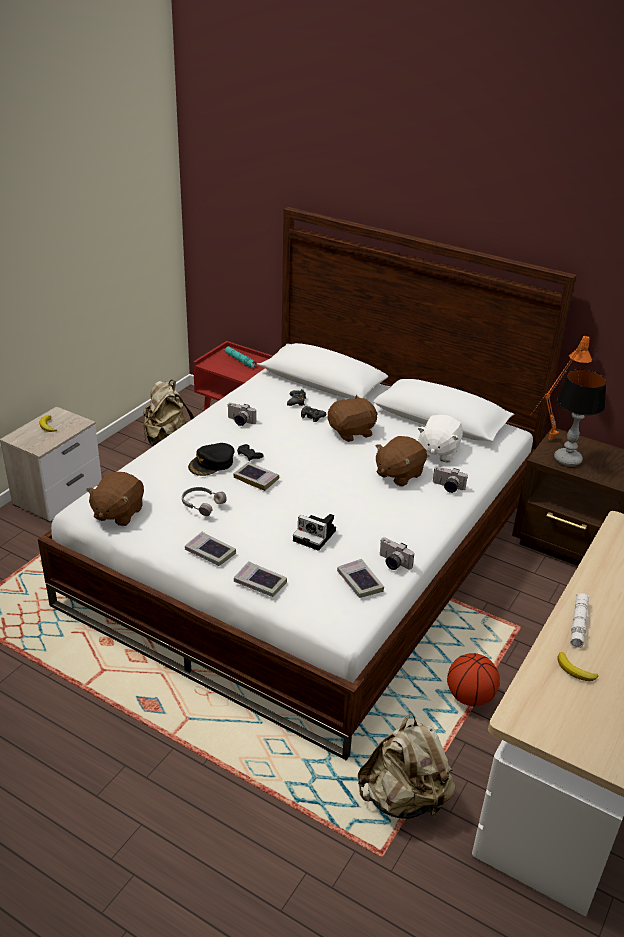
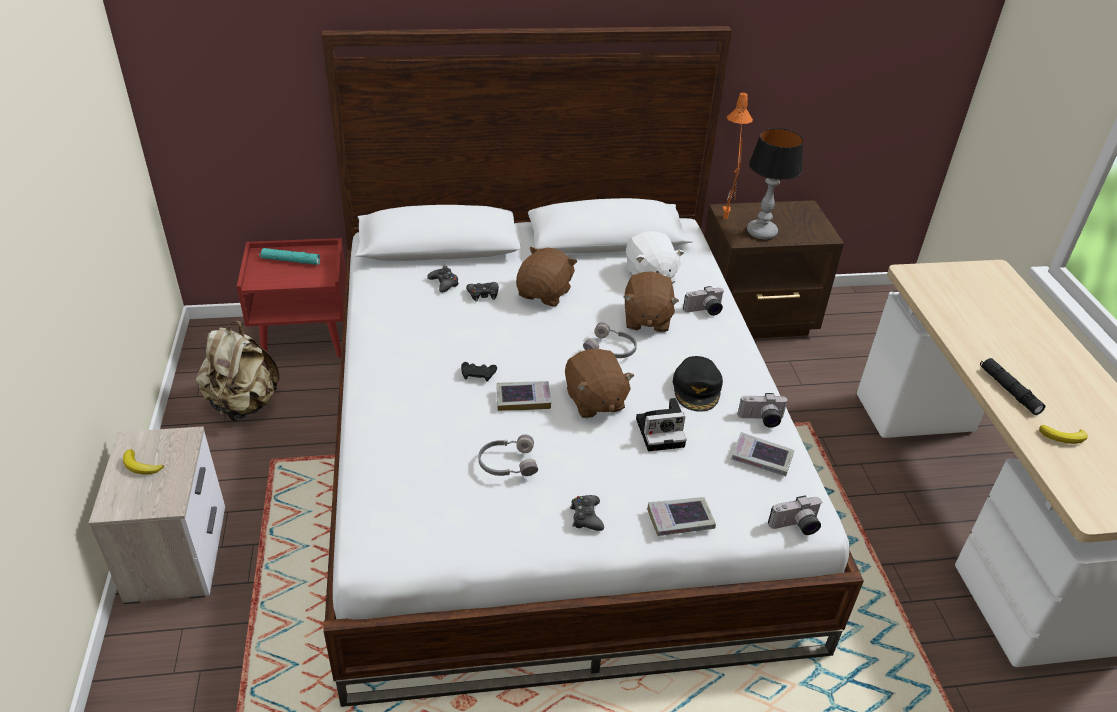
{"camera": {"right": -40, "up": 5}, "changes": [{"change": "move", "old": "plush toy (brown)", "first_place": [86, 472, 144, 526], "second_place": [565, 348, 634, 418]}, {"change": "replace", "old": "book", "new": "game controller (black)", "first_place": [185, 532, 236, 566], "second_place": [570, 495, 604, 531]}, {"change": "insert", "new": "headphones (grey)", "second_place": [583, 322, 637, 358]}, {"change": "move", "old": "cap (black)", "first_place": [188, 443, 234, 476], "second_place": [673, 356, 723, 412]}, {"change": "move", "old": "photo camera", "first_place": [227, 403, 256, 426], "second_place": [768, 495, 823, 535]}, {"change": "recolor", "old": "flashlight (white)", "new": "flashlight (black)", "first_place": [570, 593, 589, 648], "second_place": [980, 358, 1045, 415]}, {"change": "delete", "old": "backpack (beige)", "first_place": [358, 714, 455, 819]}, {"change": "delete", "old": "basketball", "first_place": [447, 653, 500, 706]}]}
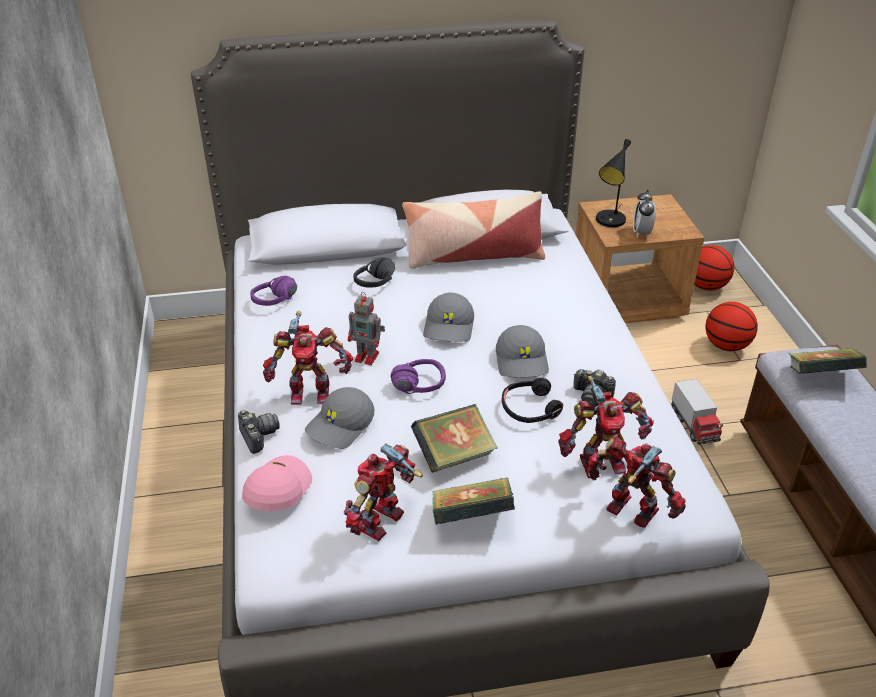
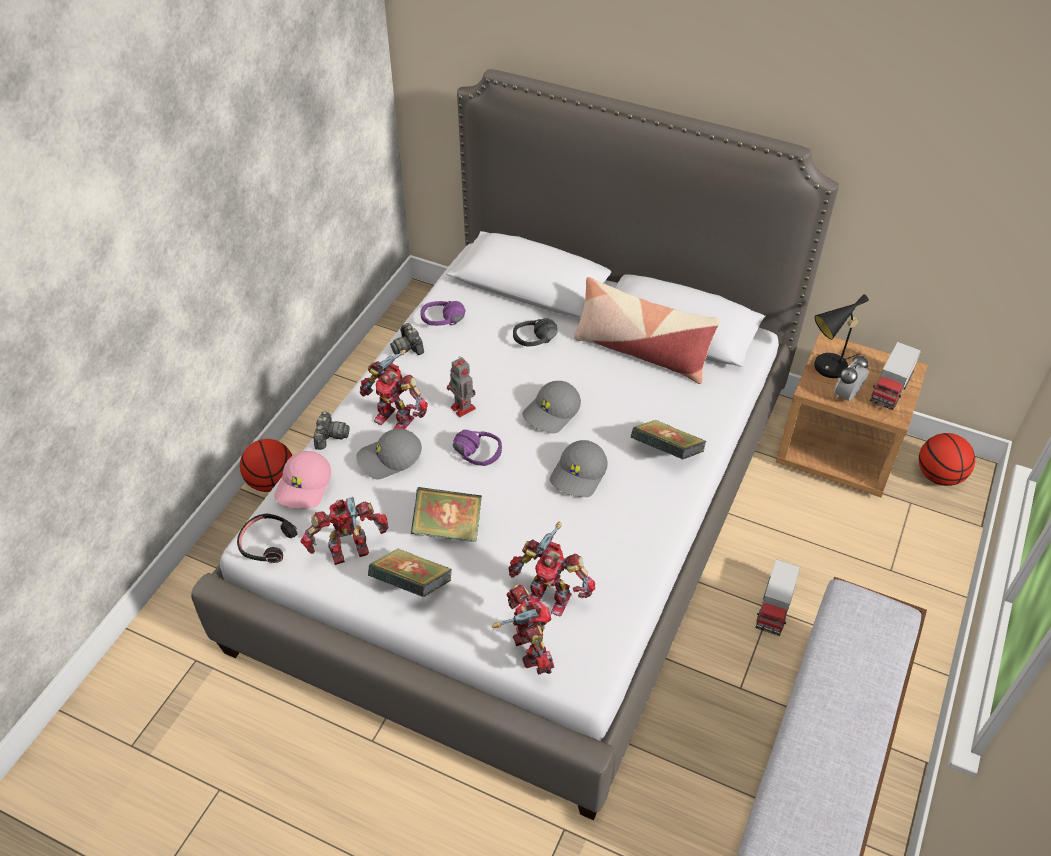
{"camera": {"right": 35, "up": 10}, "changes": [{"change": "move", "old": "headphones (black)", "first_place": [502, 378, 563, 423], "second_place": [237, 514, 297, 563]}, {"change": "move", "old": "basketball", "first_place": [705, 302, 758, 351], "second_place": [240, 439, 292, 492]}, {"change": "rotate", "old": "cap (pink)", "first_place": [242, 455, 312, 511], "second_place": [274, 451, 331, 509], "degrees": 150}, {"change": "move", "old": "photo camera", "first_place": [573, 369, 616, 407], "second_place": [390, 323, 424, 355]}, {"change": "move", "old": "book", "first_place": [789, 348, 867, 374], "second_place": [631, 420, 706, 460]}, {"change": "insert", "new": "toy truck", "second_place": [870, 342, 921, 410]}]}
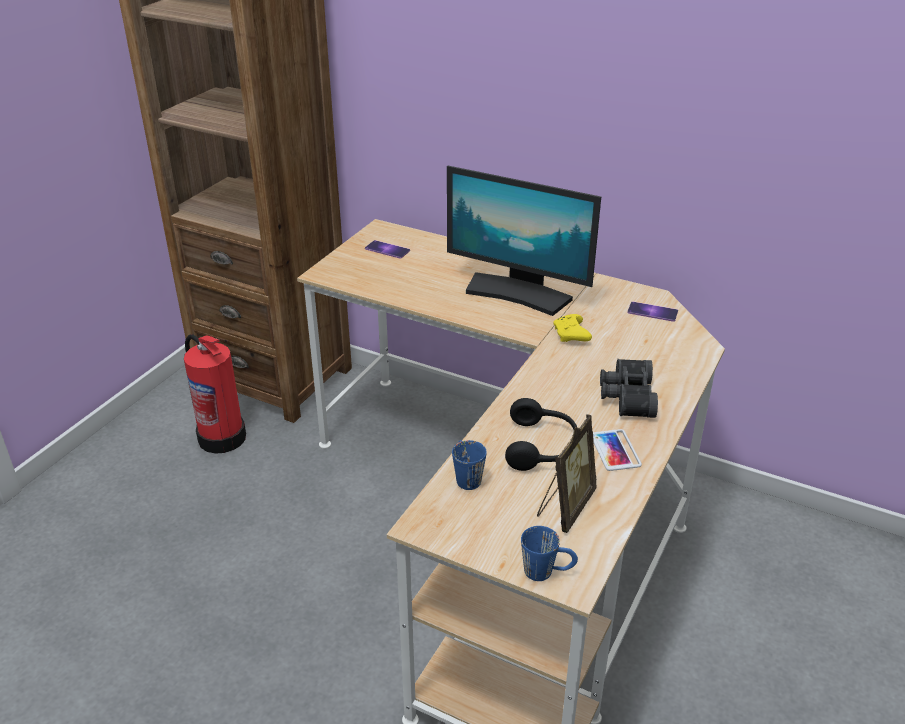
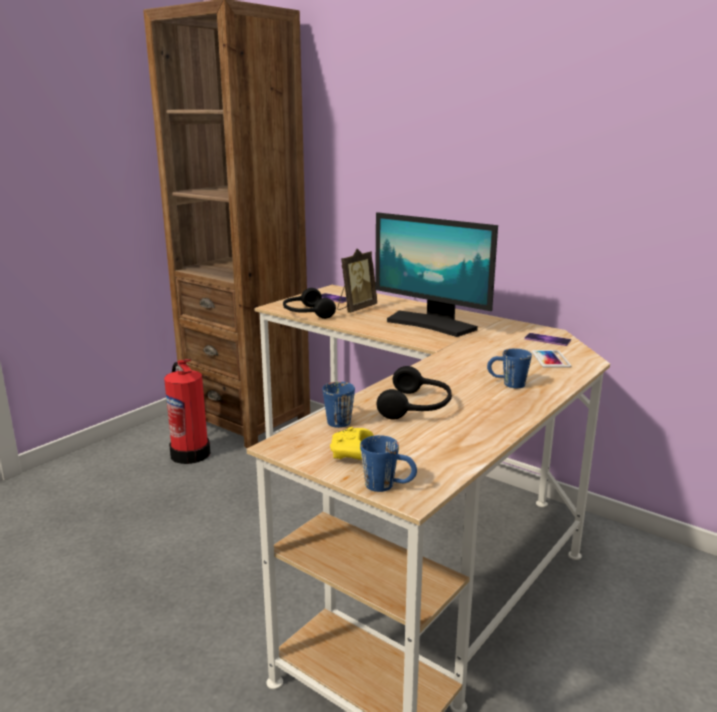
{"camera": {"right": 10, "up": -15}, "changes": [{"change": "insert", "new": "headphones (black)", "second_place": [283, 288, 336, 319]}, {"change": "move", "old": "game controller (yellow)", "first_place": [553, 314, 592, 342], "second_place": [330, 427, 374, 460]}, {"change": "move", "old": "picture frame", "first_place": [537, 414, 597, 533], "second_place": [337, 249, 377, 313]}, {"change": "replace", "old": "binoculars (black)", "new": "mug (blue)", "first_place": [600, 359, 658, 418], "second_place": [487, 349, 532, 388]}, {"change": "move", "old": "phone", "first_place": [593, 429, 642, 471], "second_place": [532, 350, 571, 368]}]}
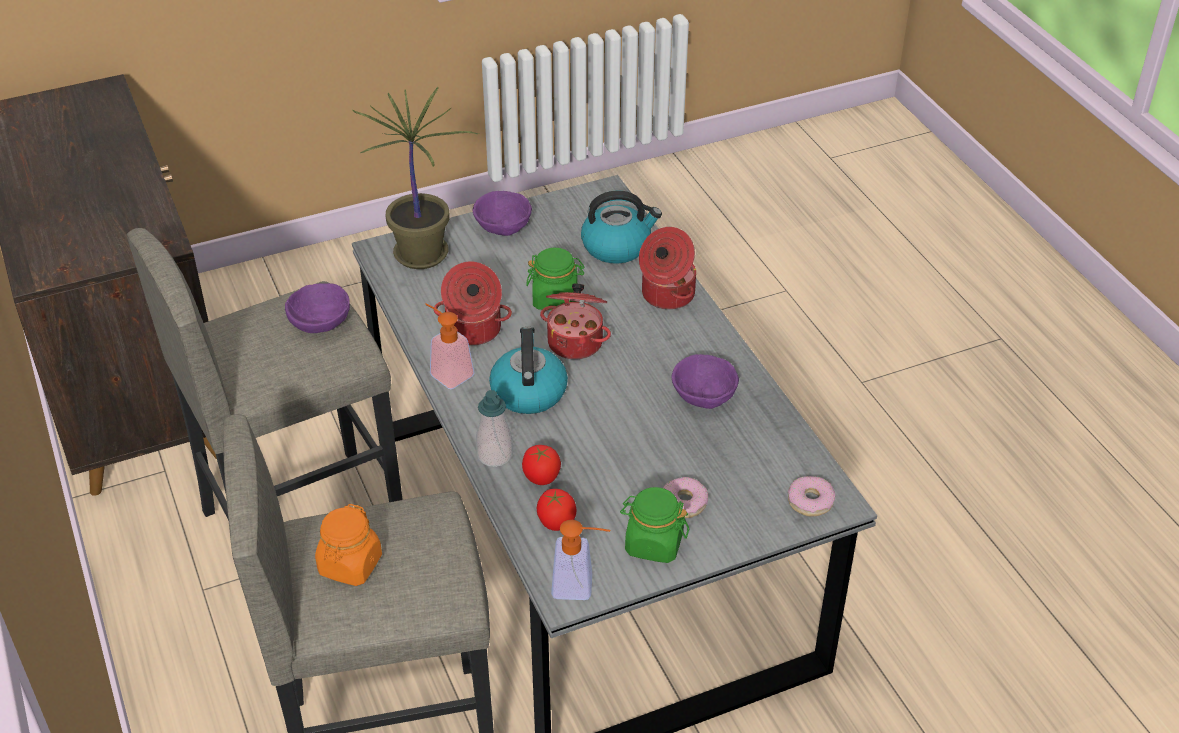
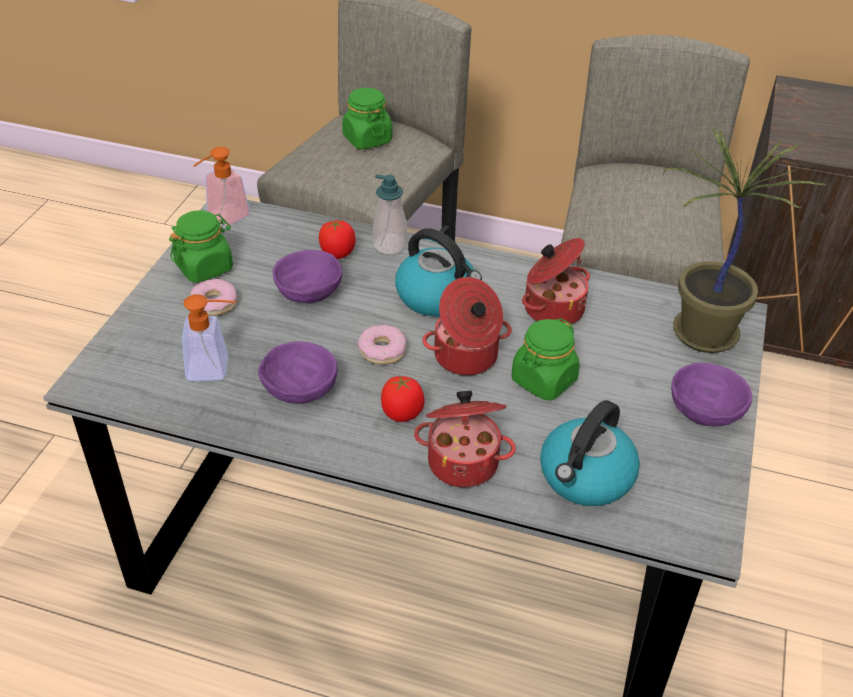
{"camera": {"right": 130, "up": 0}, "changes": [{"change": "move", "old": "soap dispenser", "first_place": [426, 303, 474, 389], "second_place": [182, 294, 236, 381]}, {"change": "move", "old": "bowl (purple)", "first_place": [285, 283, 350, 333], "second_place": [272, 250, 343, 304]}, {"change": "recolor", "old": "jar (orange)", "new": "jar (green)", "first_place": [315, 504, 382, 586], "second_place": [342, 88, 393, 149]}, {"change": "move", "old": "donut", "first_place": [788, 476, 835, 516], "second_place": [358, 325, 406, 365]}, {"change": "move", "old": "tomato", "first_place": [537, 489, 576, 531], "second_place": [381, 374, 424, 422]}]}
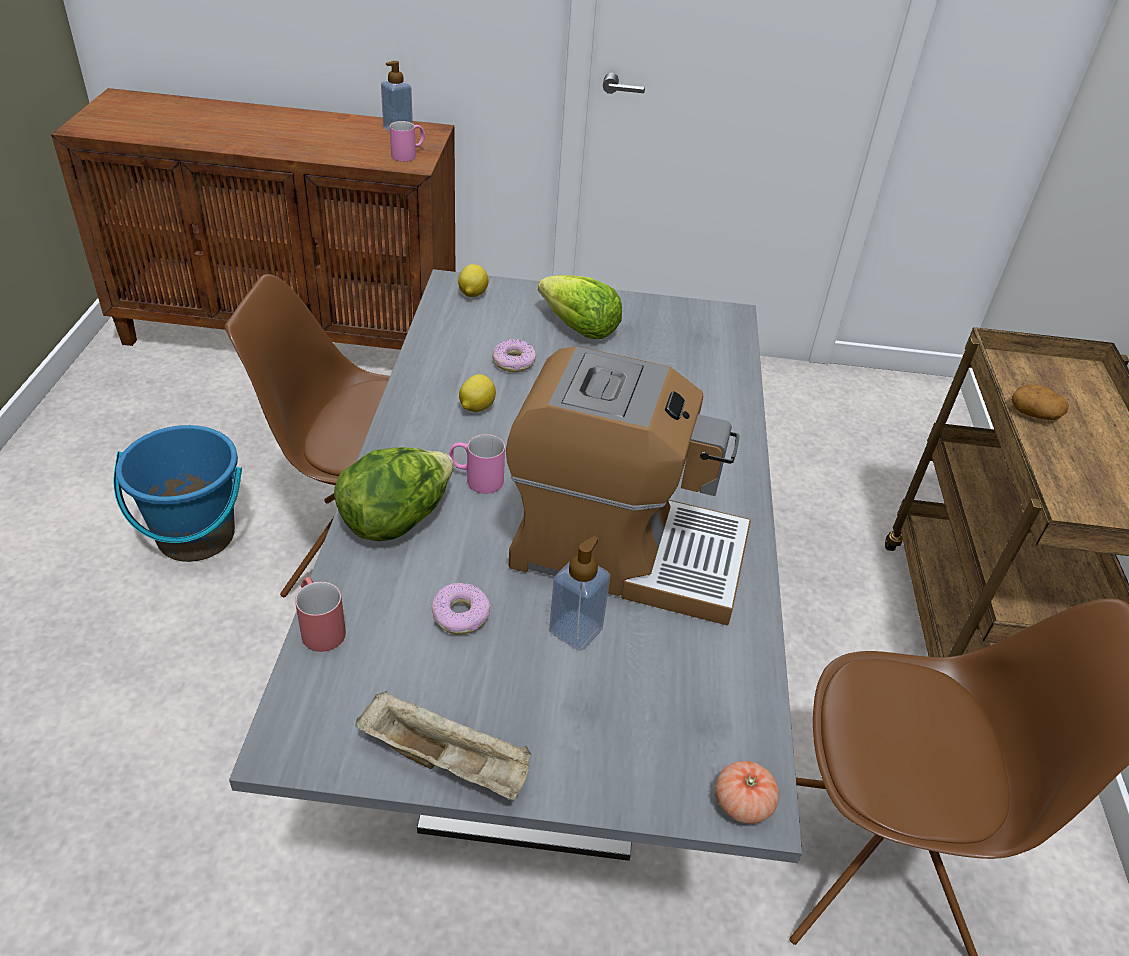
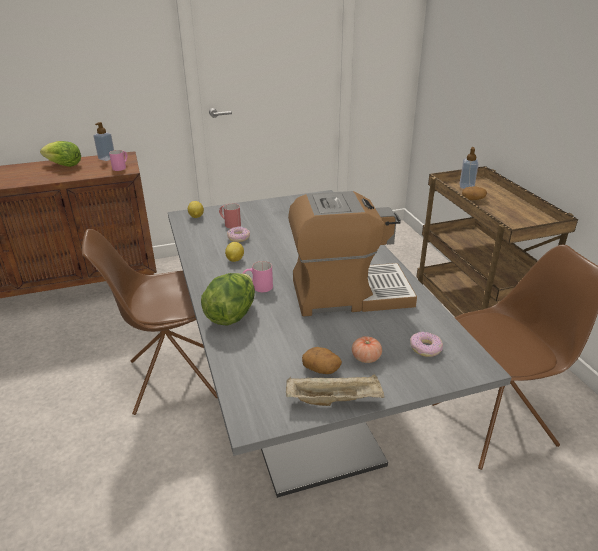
{"camera": {"right": -20, "up": -10}, "changes": [{"change": "move", "old": "lettuce", "first_place": [538, 275, 622, 339], "second_place": [40, 141, 81, 167]}, {"change": "move", "old": "mug (red)", "first_place": [295, 577, 346, 652], "second_place": [219, 203, 241, 229]}, {"change": "insert", "new": "potato", "second_place": [302, 347, 342, 374]}, {"change": "move", "old": "tomato", "first_place": [715, 761, 779, 824], "second_place": [352, 336, 382, 363]}, {"change": "move", "old": "donut", "first_place": [432, 583, 490, 635], "second_place": [410, 332, 443, 357]}, {"change": "move", "old": "soap dispenser", "first_place": [549, 536, 611, 651], "second_place": [460, 147, 479, 189]}, {"change": "delete", "old": "bucket (blue)", "first_place": [113, 425, 242, 562]}]}
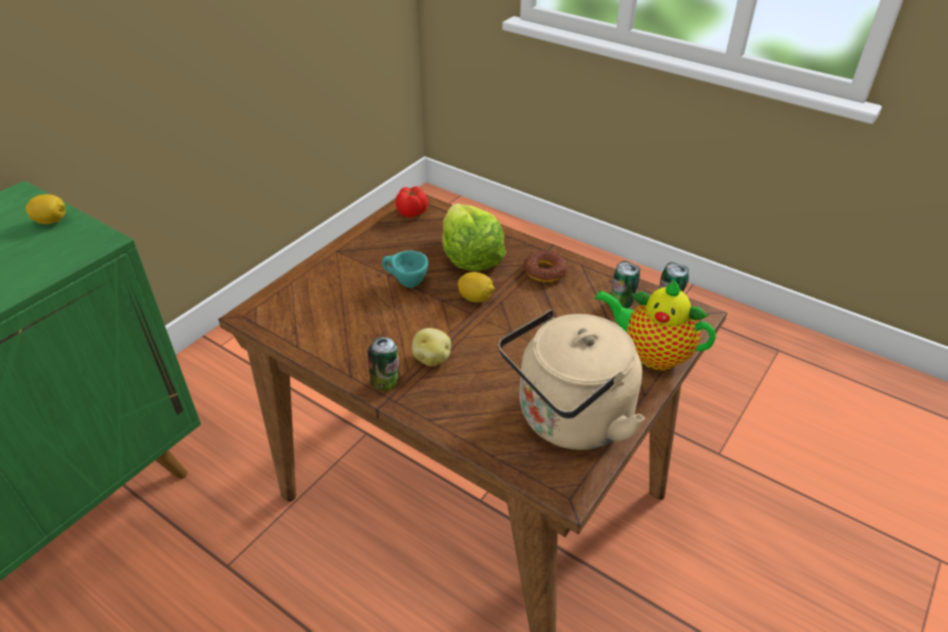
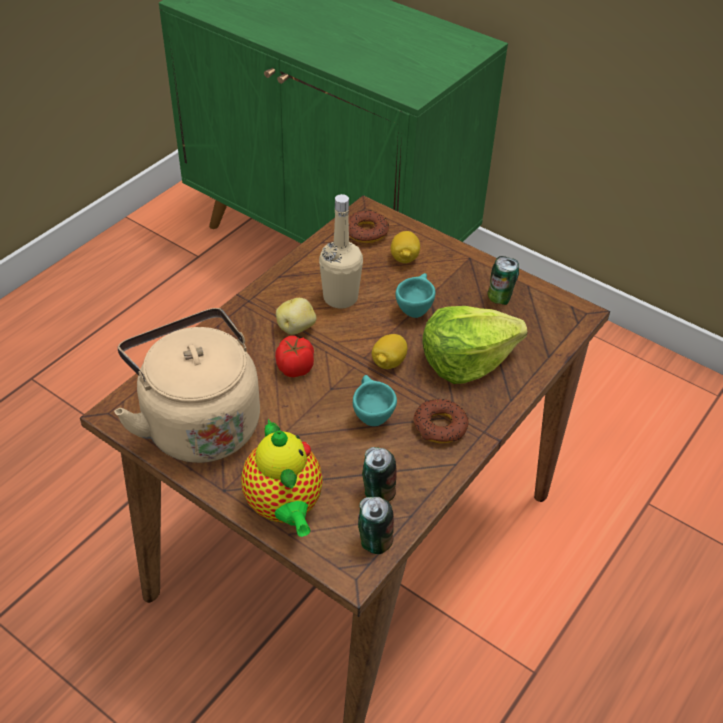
{"camera": {"right": 90, "up": 5}, "changes": [{"change": "rotate", "old": "teapot", "first_place": [595, 279, 716, 370], "second_place": [241, 419, 323, 537], "degrees": 135}, {"change": "move", "old": "tomato", "first_place": [396, 186, 428, 217], "second_place": [275, 336, 314, 377]}, {"change": "insert", "new": "bottle (beige)", "second_place": [319, 194, 363, 309]}, {"change": "insert", "new": "donut", "second_place": [348, 210, 389, 243]}, {"change": "insert", "new": "cup (turquoise)", "second_place": [353, 375, 397, 426]}, {"change": "move", "old": "lemon", "first_place": [26, 194, 66, 224], "second_place": [391, 231, 420, 263]}, {"change": "move", "old": "can", "first_place": [368, 337, 399, 391], "second_place": [488, 256, 519, 305]}]}
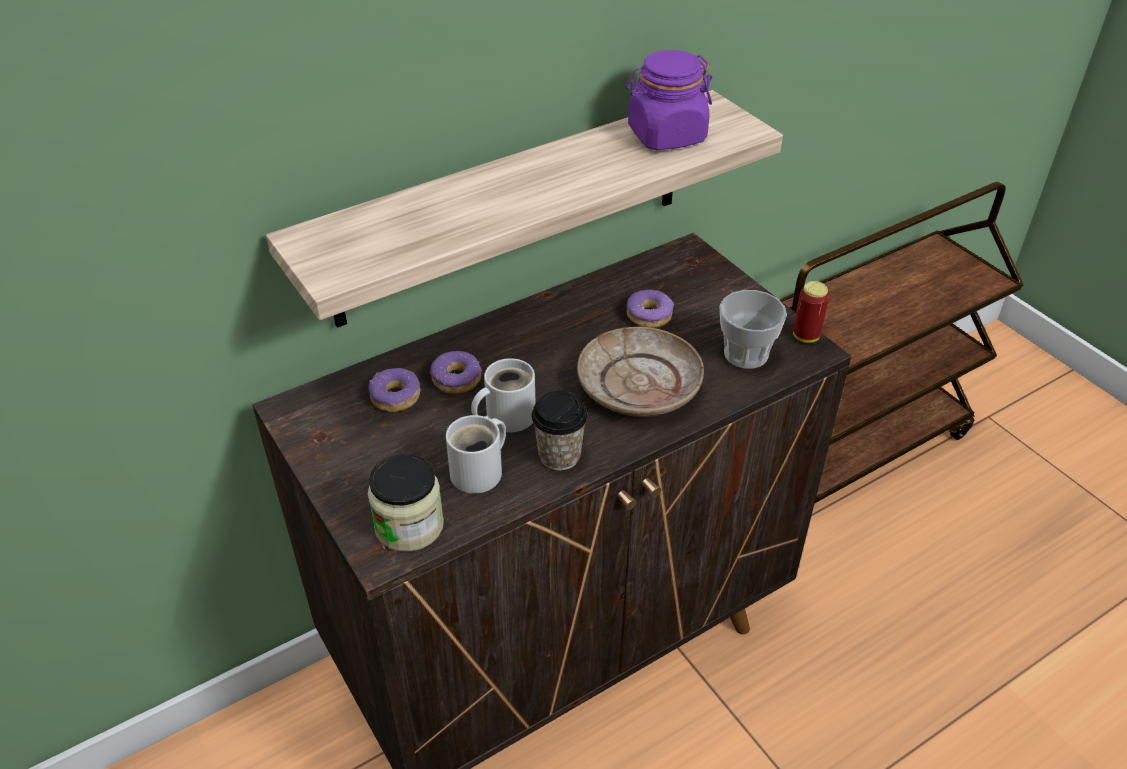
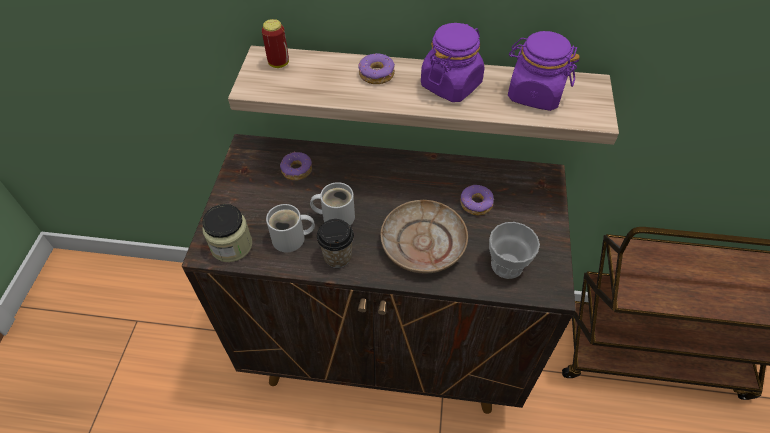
{"camera": {"right": 40, "up": 10}, "changes": [{"change": "move", "old": "can", "first_place": [793, 281, 829, 343], "second_place": [262, 19, 289, 68]}, {"change": "move", "old": "donut", "first_place": [430, 351, 481, 394], "second_place": [358, 53, 395, 84]}, {"change": "insert", "new": "jar (purple)", "second_place": [421, 23, 485, 102]}]}
